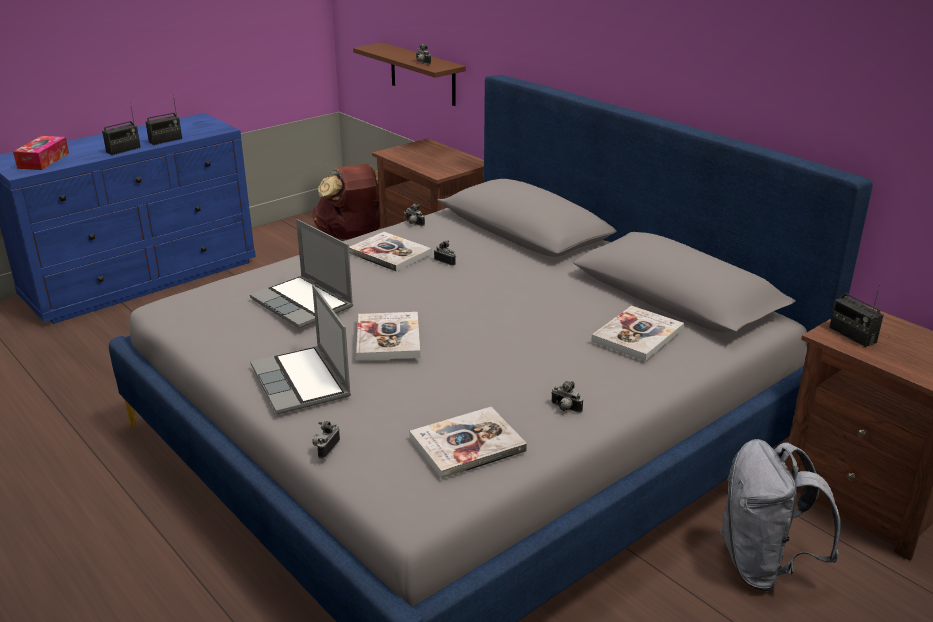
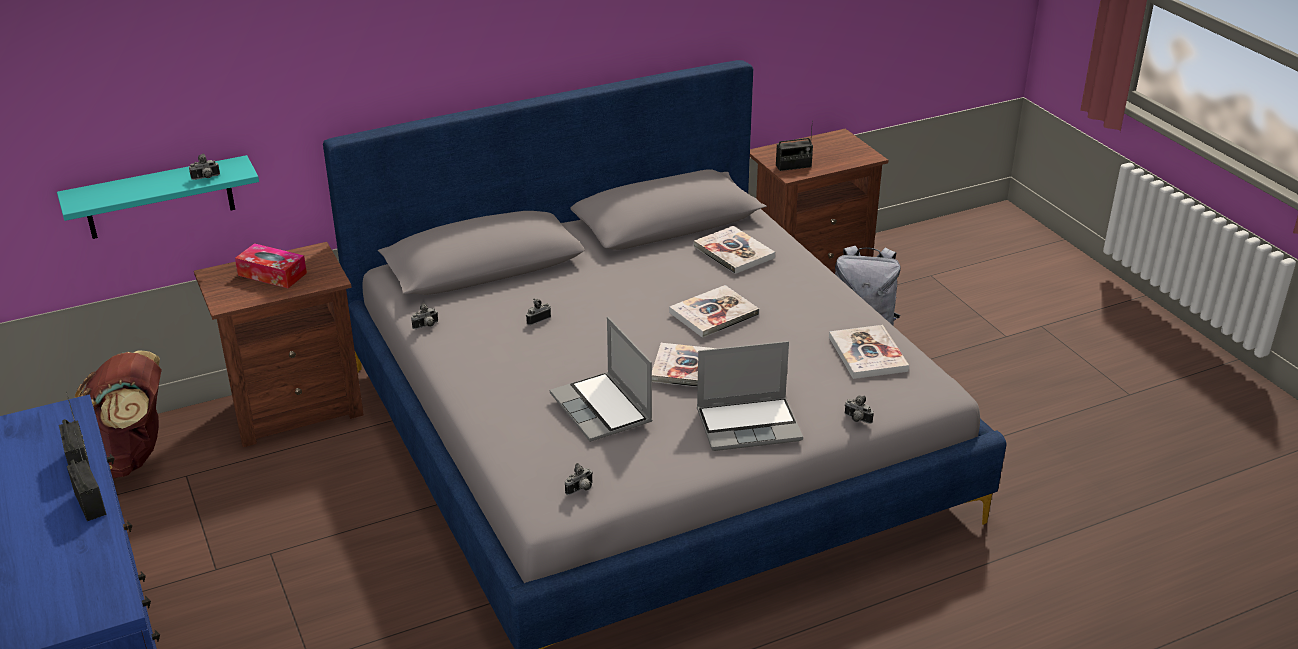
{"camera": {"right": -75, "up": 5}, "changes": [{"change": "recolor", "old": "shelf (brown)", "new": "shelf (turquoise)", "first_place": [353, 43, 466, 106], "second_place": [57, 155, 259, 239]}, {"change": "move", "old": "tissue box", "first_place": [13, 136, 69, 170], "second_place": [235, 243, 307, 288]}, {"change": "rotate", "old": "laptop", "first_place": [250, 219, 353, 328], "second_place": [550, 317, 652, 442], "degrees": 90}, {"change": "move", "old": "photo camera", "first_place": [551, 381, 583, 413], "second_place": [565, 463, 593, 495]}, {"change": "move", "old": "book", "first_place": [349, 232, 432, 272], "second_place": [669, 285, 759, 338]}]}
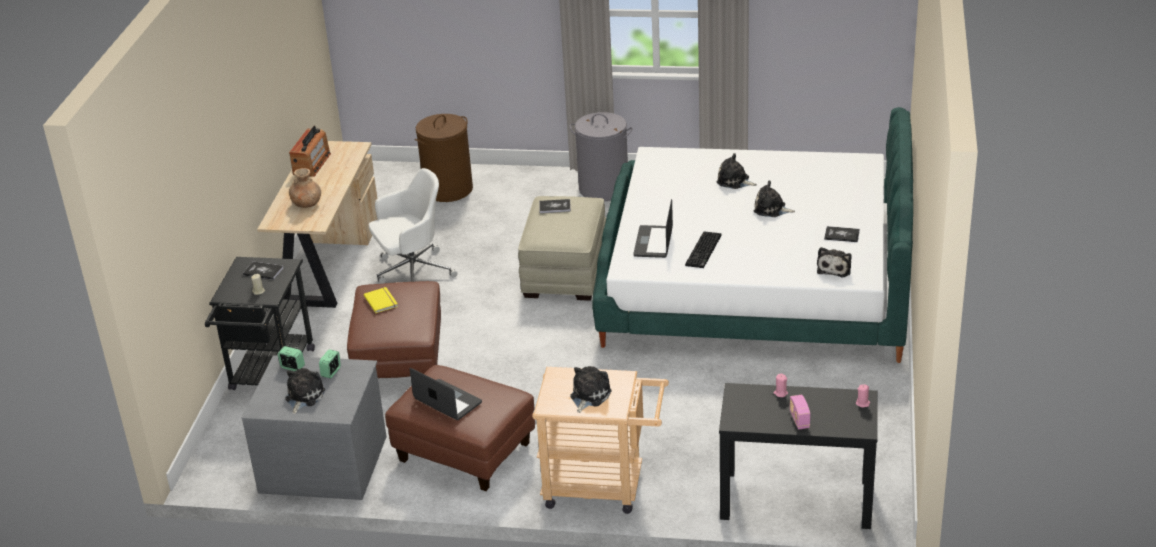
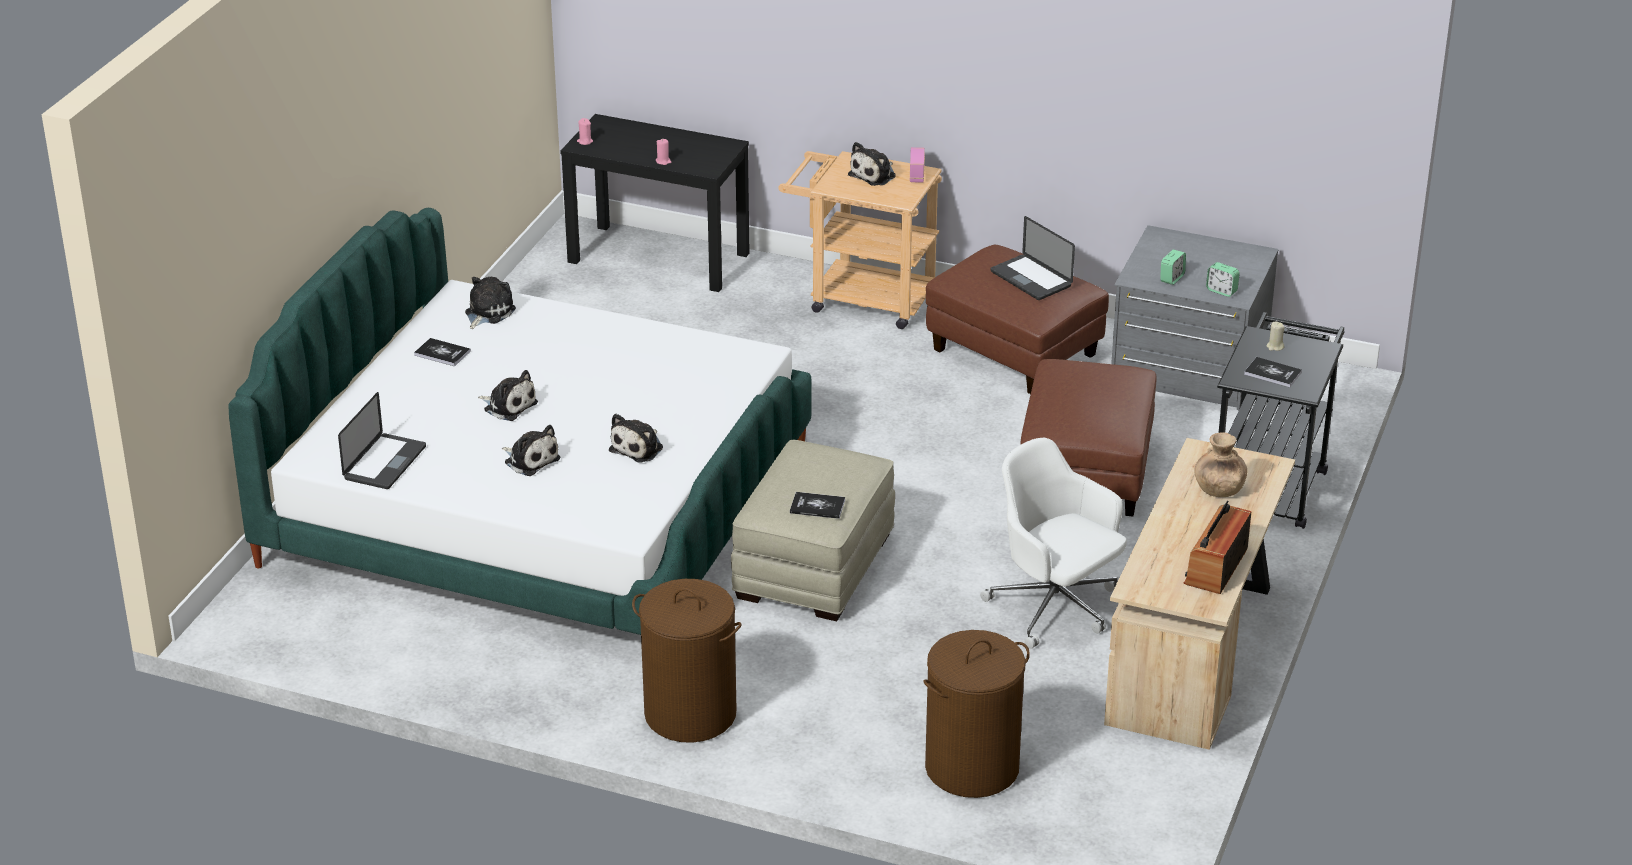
{"camera": {"right": -170, "up": 0}, "changes": [{"change": "move", "old": "laptop", "first_place": [633, 199, 673, 258], "second_place": [338, 392, 426, 489]}, {"change": "move", "old": "plush toy", "first_place": [285, 368, 325, 414], "second_place": [609, 413, 663, 463]}, {"change": "recolor", "old": "laundry basket (grey)", "new": "laundry basket (brown)", "first_place": [570, 112, 633, 201], "second_place": [632, 579, 741, 743]}, {"change": "move", "old": "radio", "first_place": [790, 395, 810, 430], "second_place": [910, 147, 925, 182]}, {"change": "rotate", "old": "office chair (white)", "first_place": [369, 168, 457, 284], "second_place": [980, 438, 1127, 649], "degrees": 60}, {"change": "delete", "old": "book (yellow)", "first_place": [364, 287, 398, 313]}, {"change": "delete", "old": "keyboard", "first_place": [685, 231, 721, 268]}]}
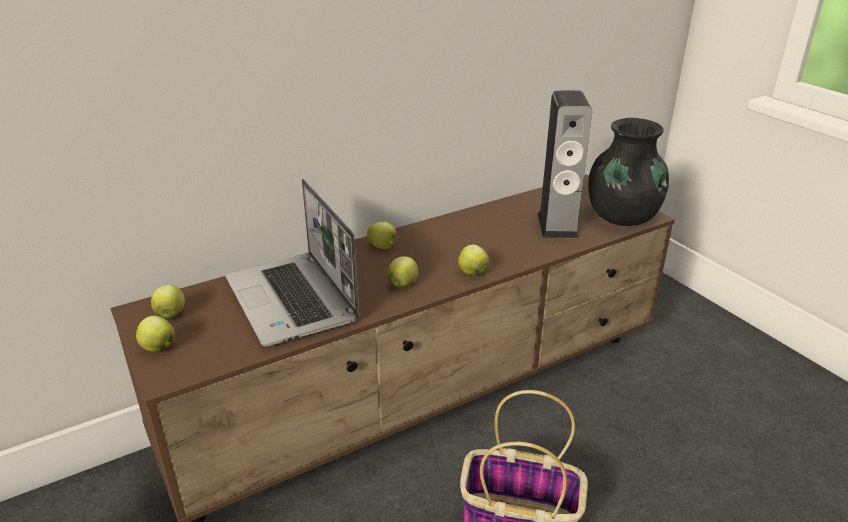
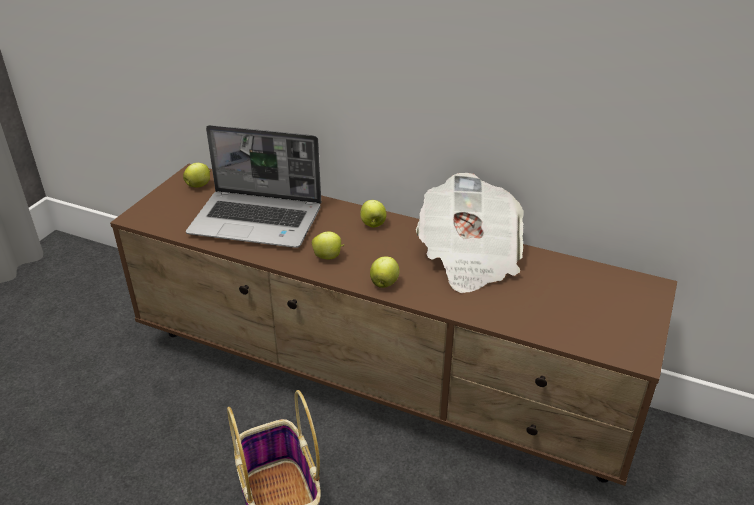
{"camera": {"right": 55, "up": 5}, "changes": [{"change": "rotate", "old": "laptop", "first_place": [225, 179, 359, 346], "second_place": [186, 125, 321, 248], "degrees": -105}, {"change": "insert", "new": "newspaper", "second_place": [416, 173, 524, 293]}, {"change": "delete", "old": "apple", "first_place": [136, 316, 175, 352]}, {"change": "delete", "old": "speaker", "first_place": [537, 90, 592, 238]}, {"change": "delete", "old": "vase (black)", "first_place": [588, 118, 669, 226]}]}
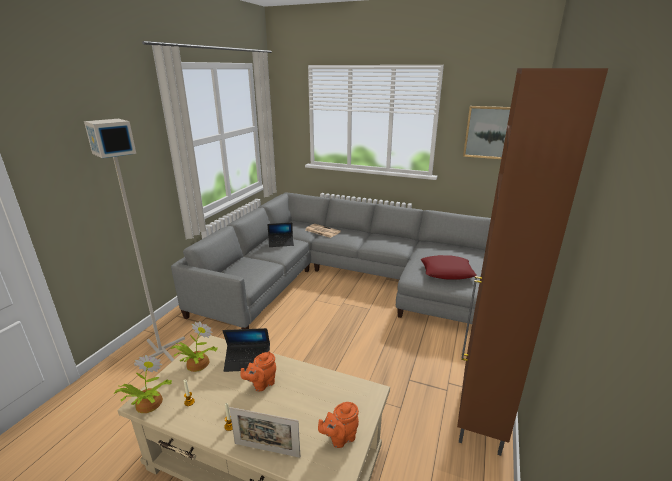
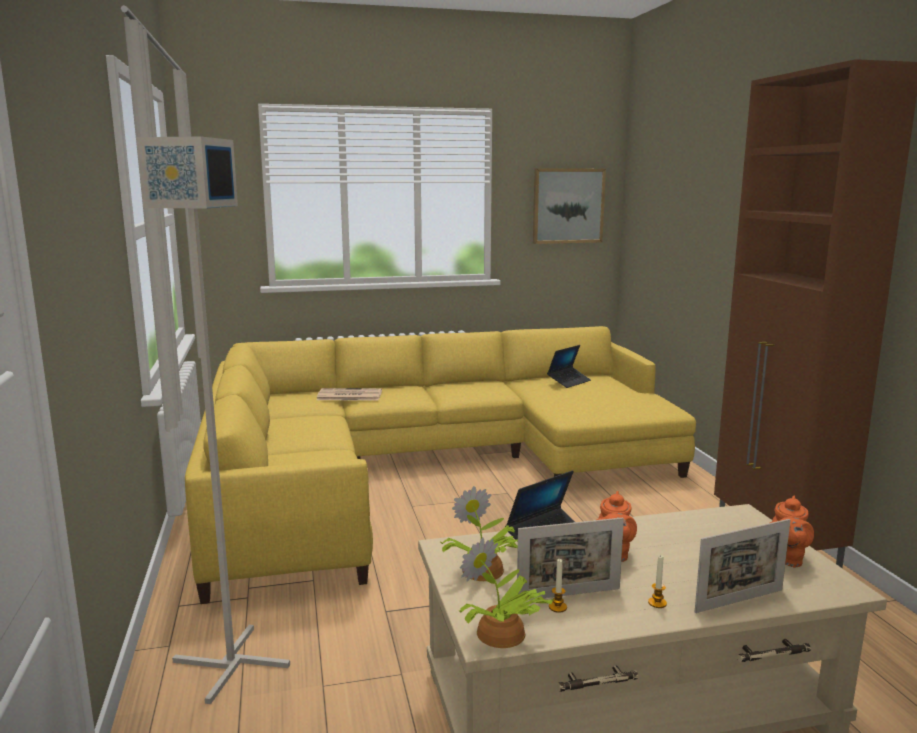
{"camera": {"right": -35, "up": -10}, "changes": [{"change": "recolor", "old": "sofa (grey)", "new": "sofa (yellow)", "first_place": [171, 192, 491, 329], "second_place": [185, 326, 696, 604]}, {"change": "insert", "new": "picture frame", "second_place": [517, 518, 624, 600]}, {"change": "move", "old": "laptop", "first_place": [267, 222, 294, 247], "second_place": [547, 345, 591, 388]}, {"change": "delete", "old": "pillow (red)", "first_place": [421, 255, 477, 280]}]}
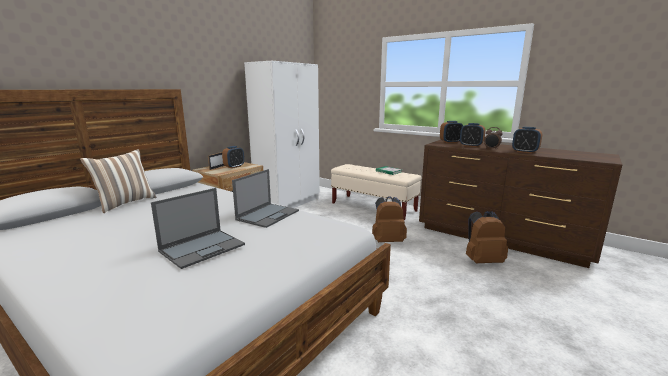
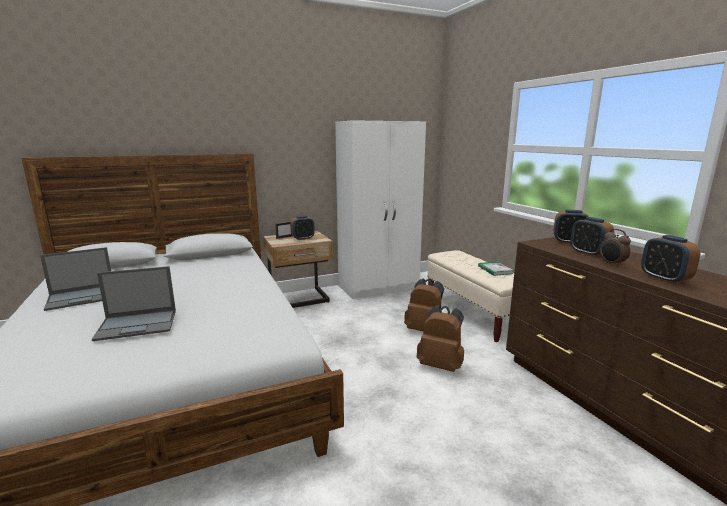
{"camera": {"right": 30, "up": 0}, "changes": [{"change": "move", "old": "laptop", "first_place": [232, 169, 299, 228], "second_place": [40, 247, 111, 311]}, {"change": "move", "old": "backpack (brown)", "first_place": [466, 211, 508, 263], "second_place": [404, 279, 444, 331]}, {"change": "delete", "old": "pillow", "first_place": [80, 149, 156, 213]}]}
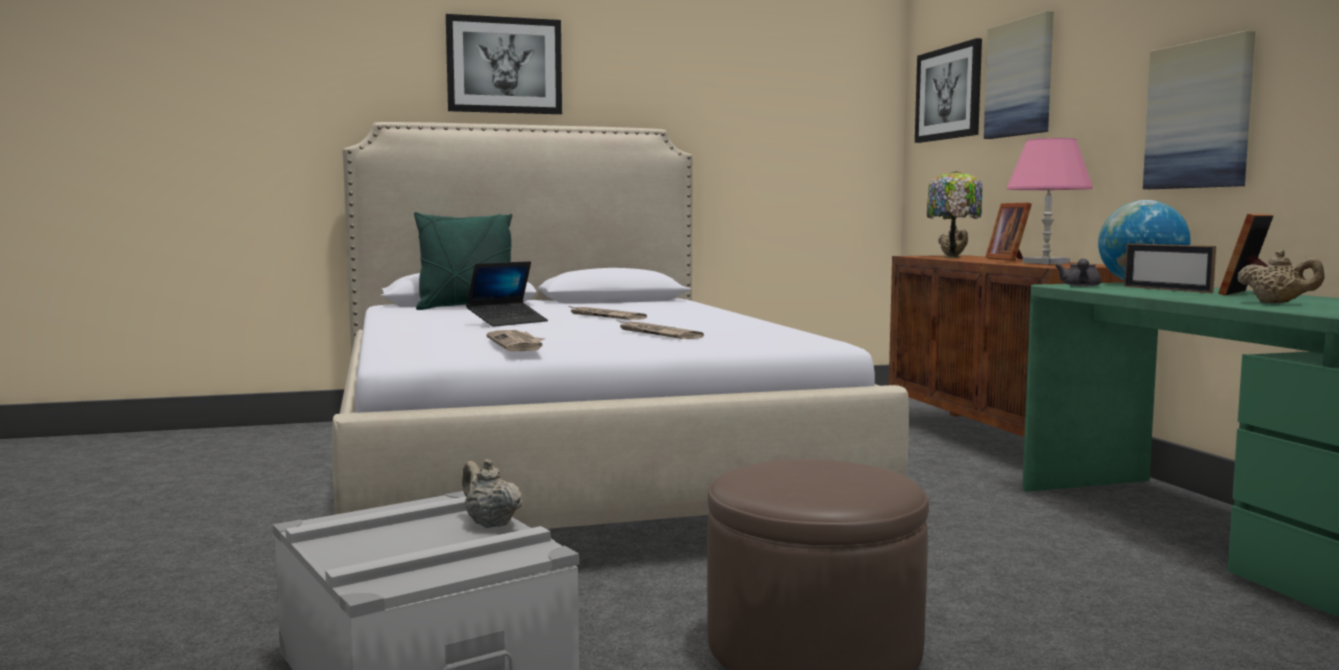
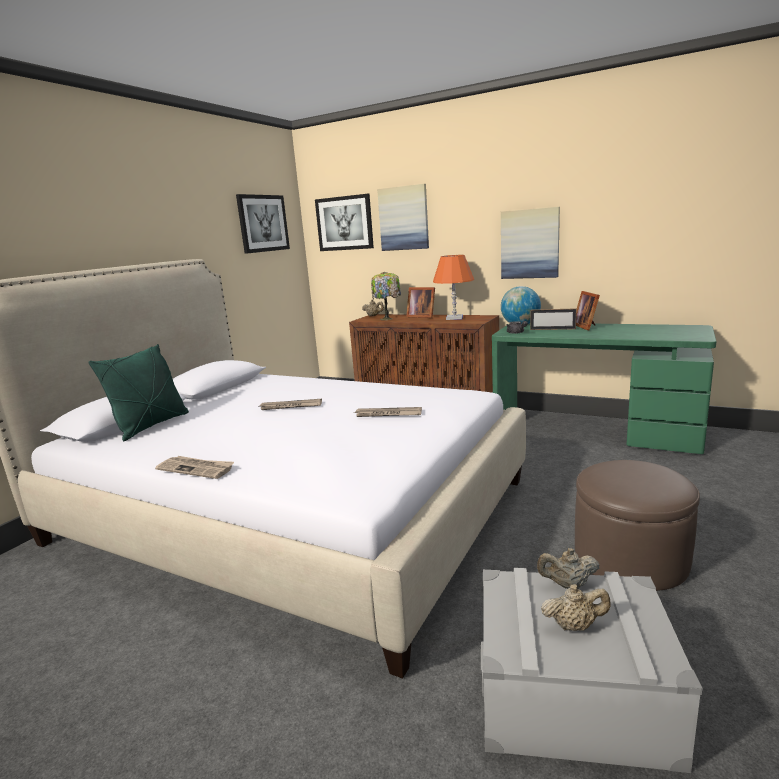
{"camera": {"right": -45, "up": 10}, "changes": [{"change": "move", "old": "newspaper", "first_place": [486, 330, 545, 351], "second_place": [155, 456, 234, 479]}, {"change": "move", "old": "picture", "first_place": [446, 14, 562, 114], "second_place": [236, 194, 290, 254]}, {"change": "recolor", "old": "table lamp (pink)", "new": "table lamp (orange)", "first_place": [1007, 138, 1093, 264], "second_place": [433, 255, 474, 320]}, {"change": "move", "old": "teapot (beige)", "first_place": [1237, 250, 1325, 303], "second_place": [541, 584, 611, 631]}, {"change": "delete", "old": "laptop", "first_place": [466, 261, 548, 327]}]}
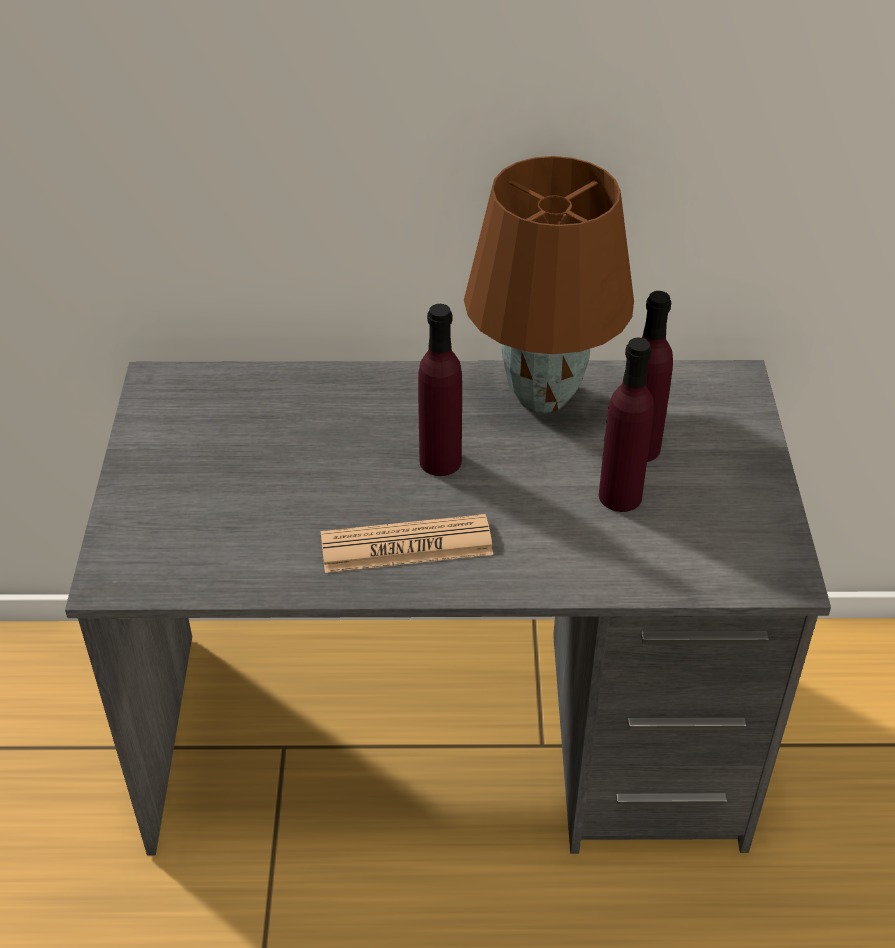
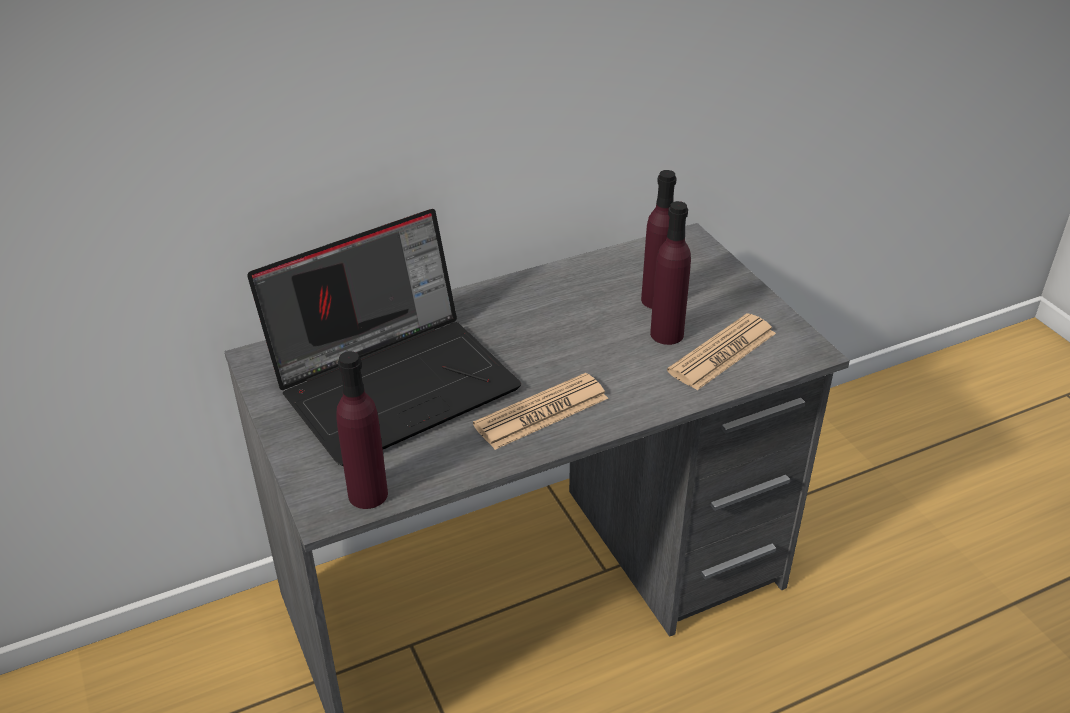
{"camera": {"right": -25, "up": -5}, "changes": [{"change": "insert", "new": "laptop", "second_place": [247, 209, 521, 466]}, {"change": "move", "old": "bottle (purple)", "first_place": [418, 304, 462, 476], "second_place": [336, 351, 388, 509]}, {"change": "insert", "new": "newspaper", "second_place": [667, 313, 776, 390]}, {"change": "delete", "old": "table lamp (brown)", "first_place": [464, 156, 634, 413]}]}
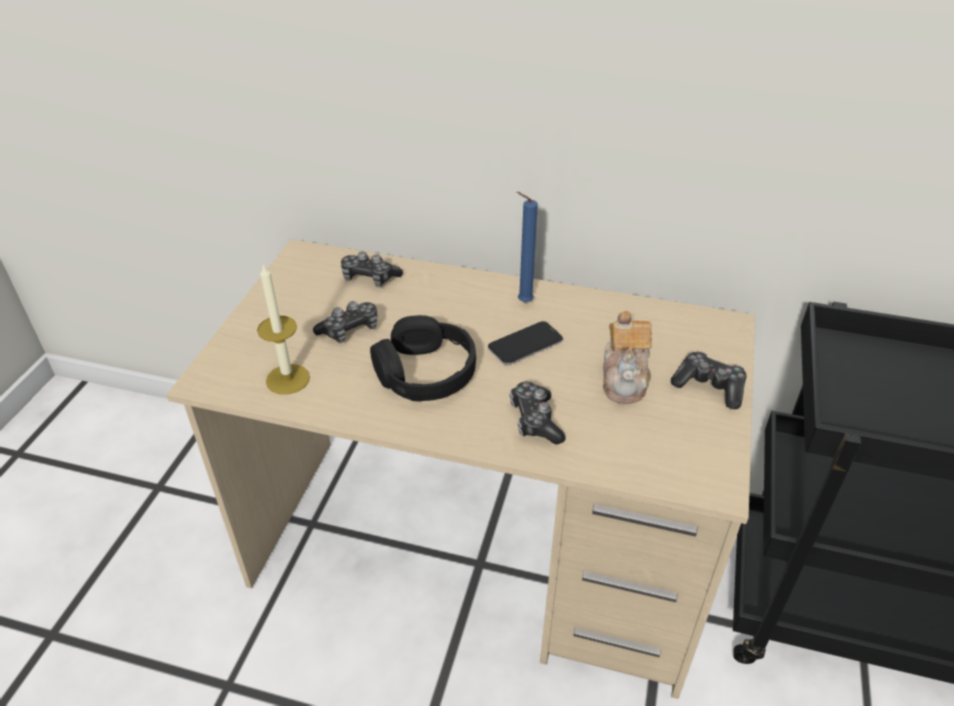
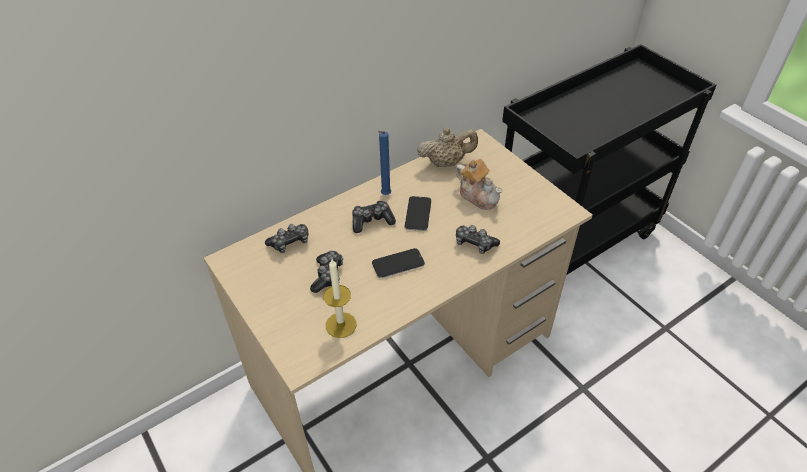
{"camera": {"right": -50, "up": 5}, "changes": [{"change": "move", "old": "game controller", "first_place": [671, 351, 747, 410], "second_place": [352, 201, 396, 233]}, {"change": "replace", "old": "headphones (black)", "new": "phone", "first_place": [370, 315, 476, 401], "second_place": [372, 248, 425, 278]}, {"change": "insert", "new": "teapot (beige)", "second_place": [417, 127, 478, 167]}]}
